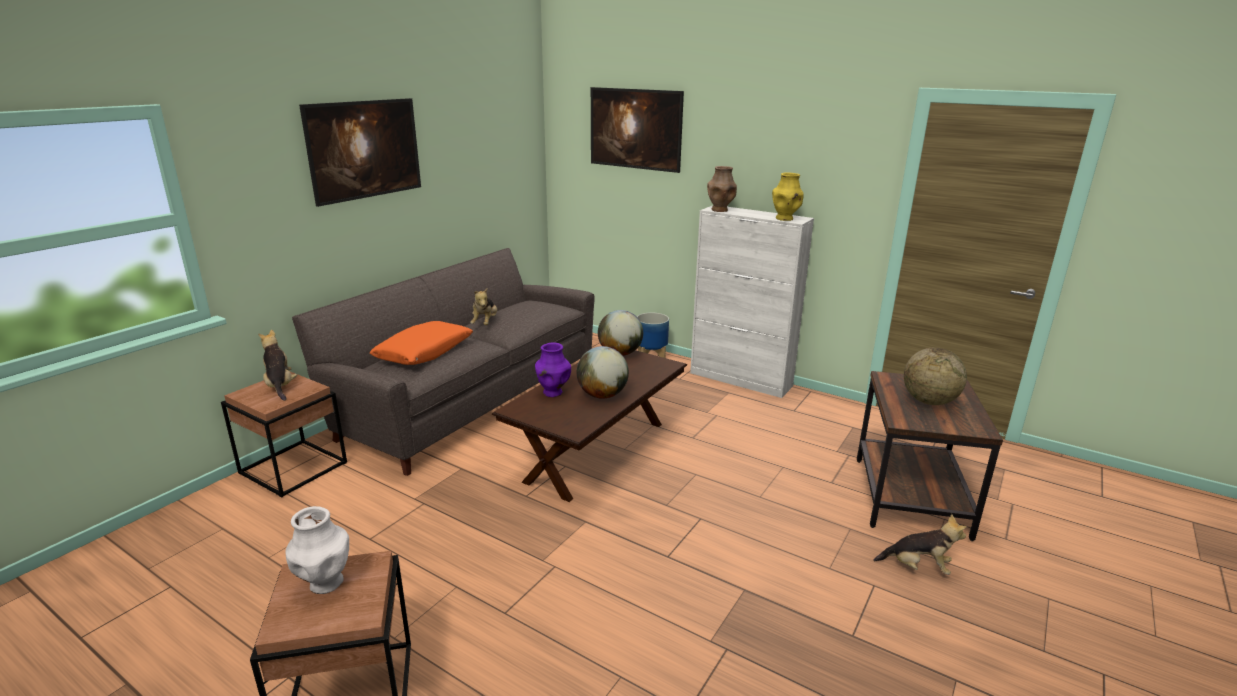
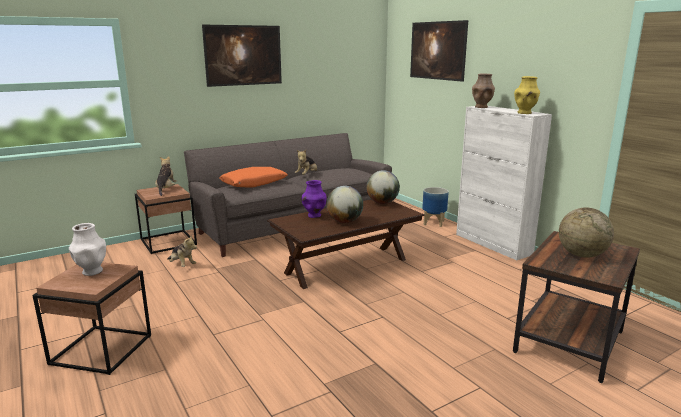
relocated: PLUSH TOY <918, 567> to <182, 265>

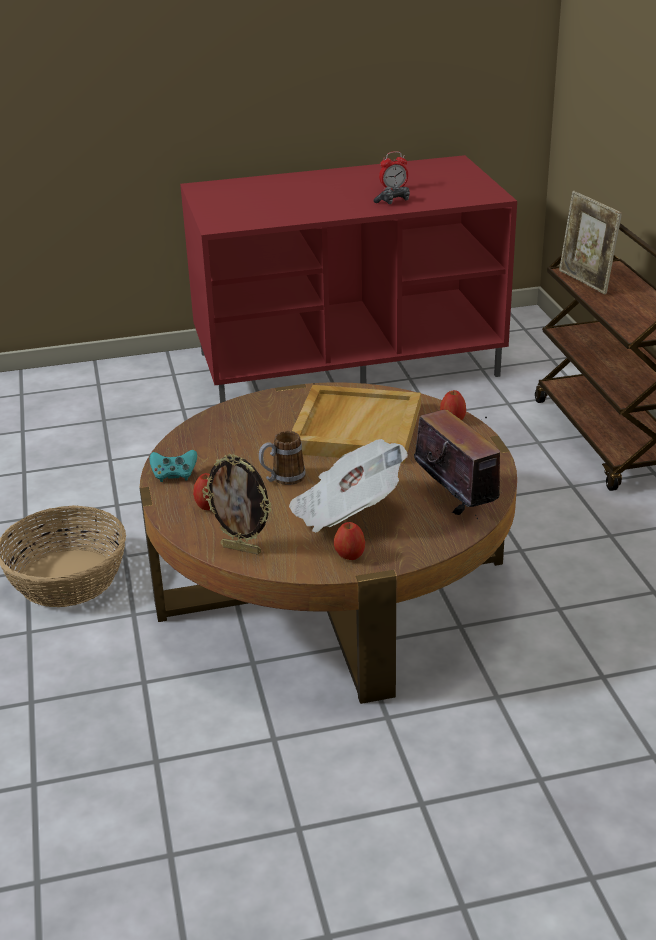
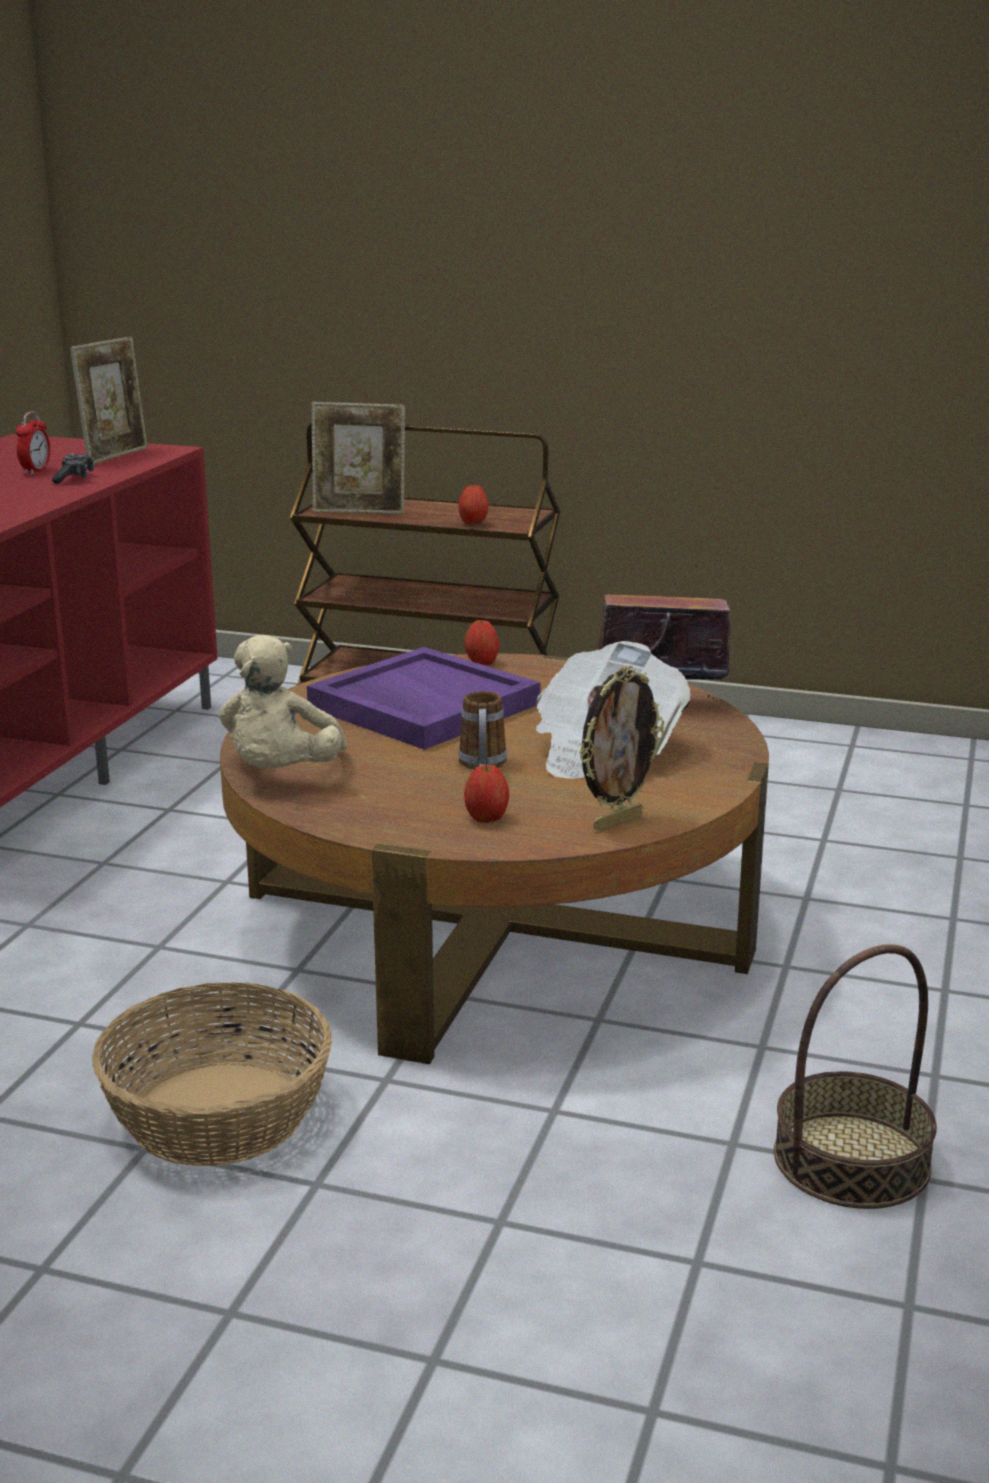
missing: BLUE-GREEN JOYPAD <174, 475>
appeared: STANDING FRAME <115, 456>; BEIGE-COLOURED PLUSH TOY <281, 775>; BASKET <851, 1160>
relocated: APPLE <349, 556> to <473, 522>
colour: BEIGE-COLOURED SERVING TRAY <355, 428> to PURPLISH SERVING TRAY <421, 705>

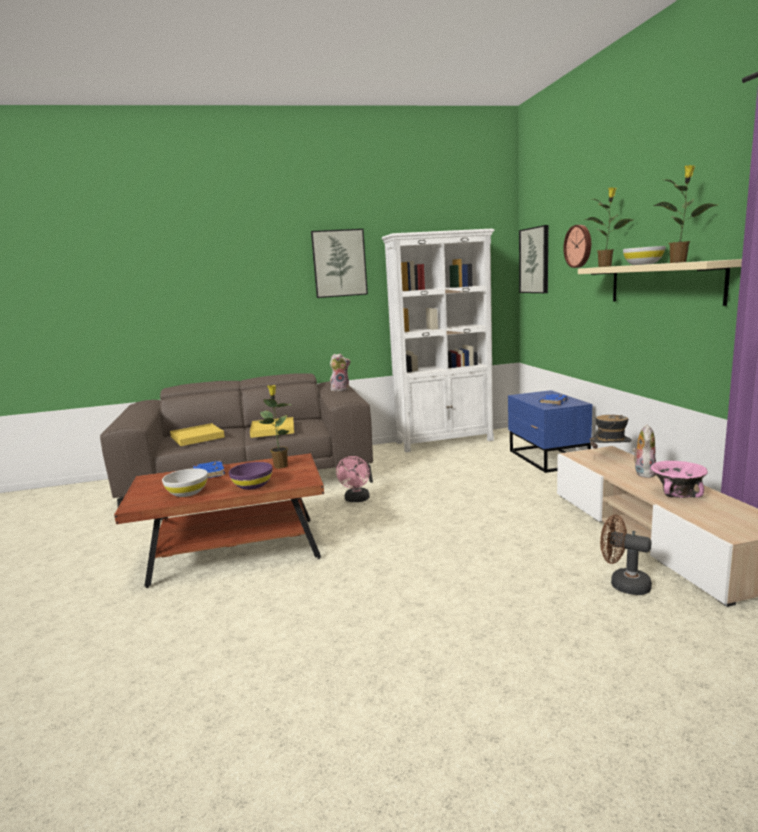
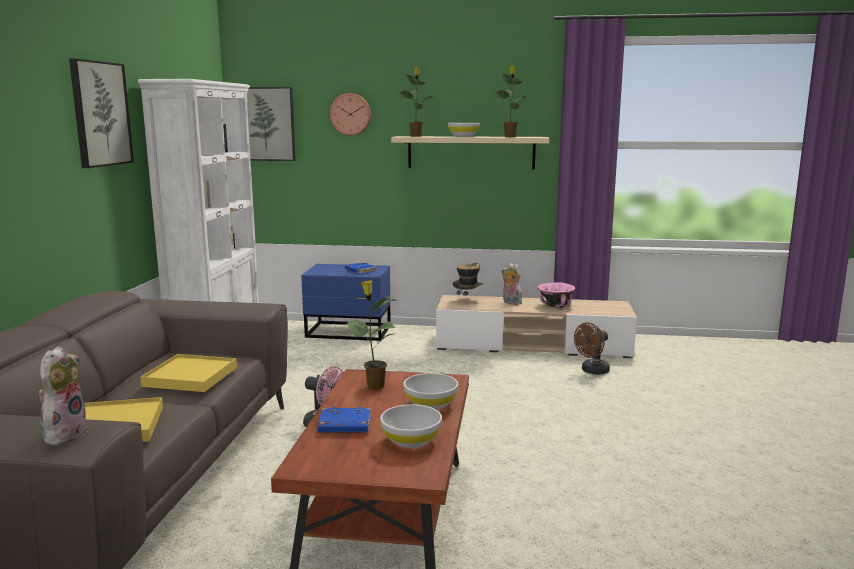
relocated: PLUSH TOY <340, 389> to <64, 434>
colour: PURPLISH DEEP DISH <252, 485> to WHITE-COLOURED DEEP DISH <431, 404>

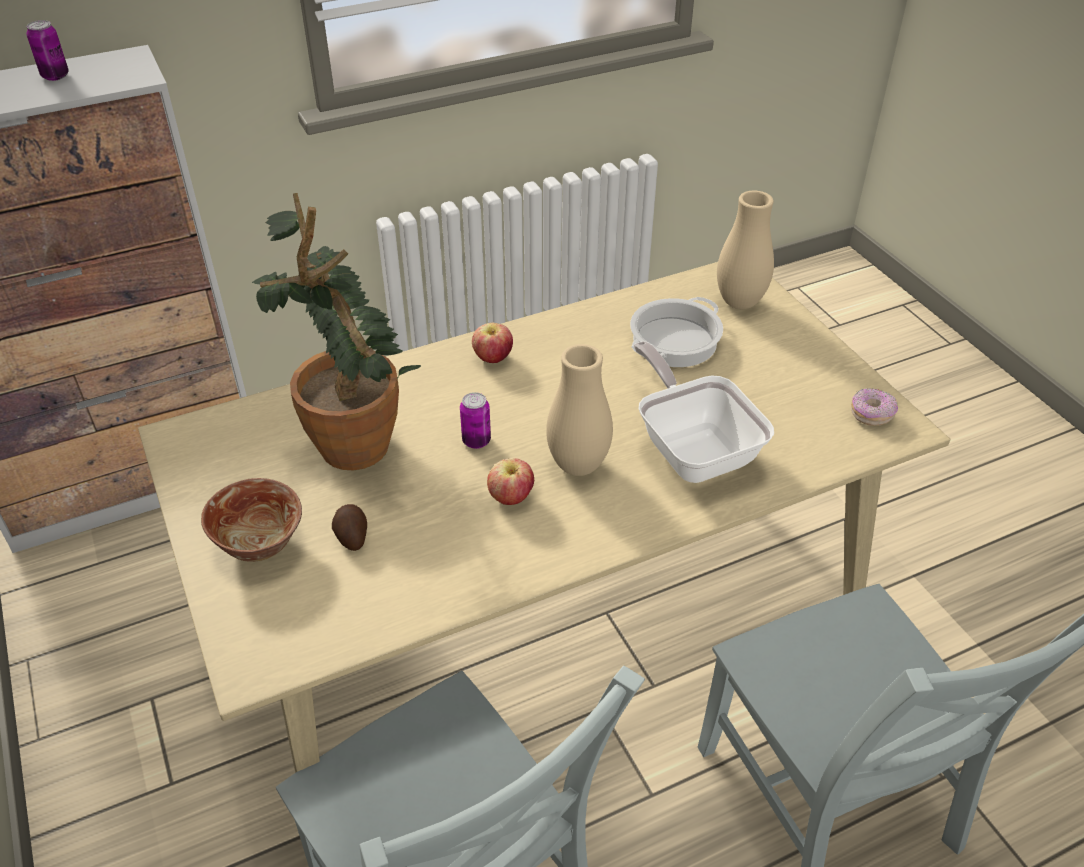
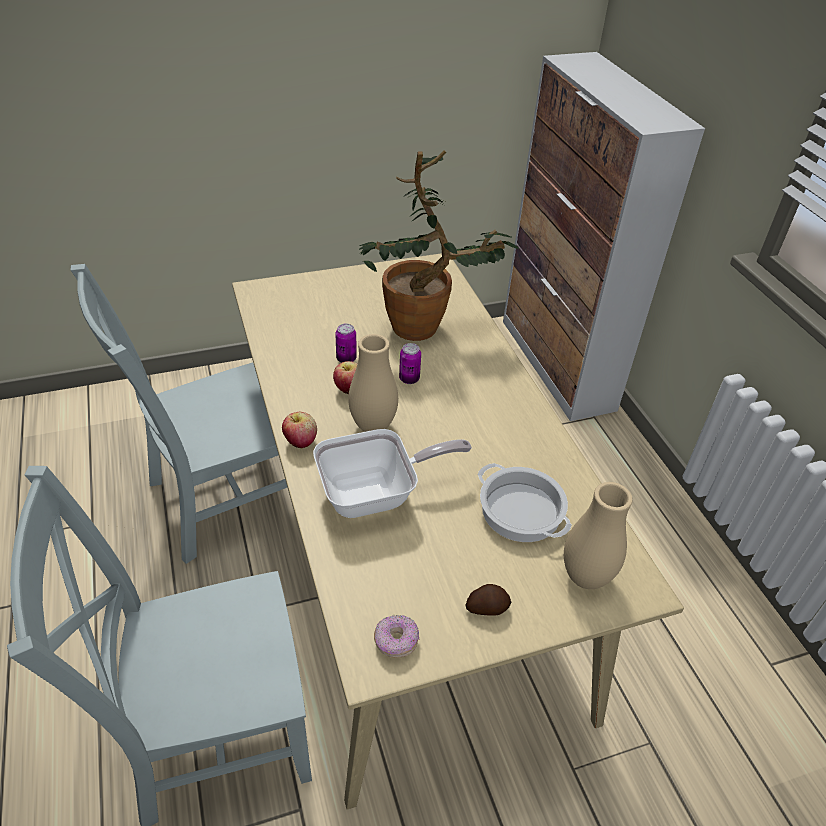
missing: DEEP DISH <260, 545>
relocated: CAN <55, 76> to <346, 359>; POTATO <351, 536> to <487, 607>; APPLE <493, 358> to <300, 442>

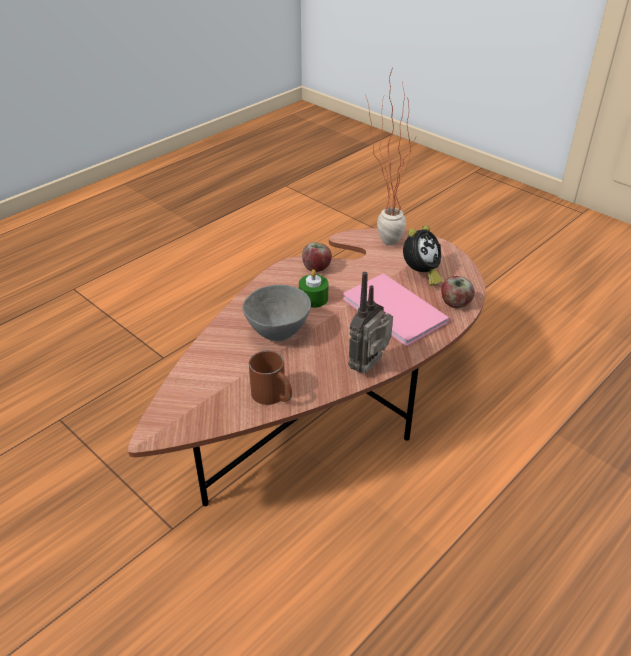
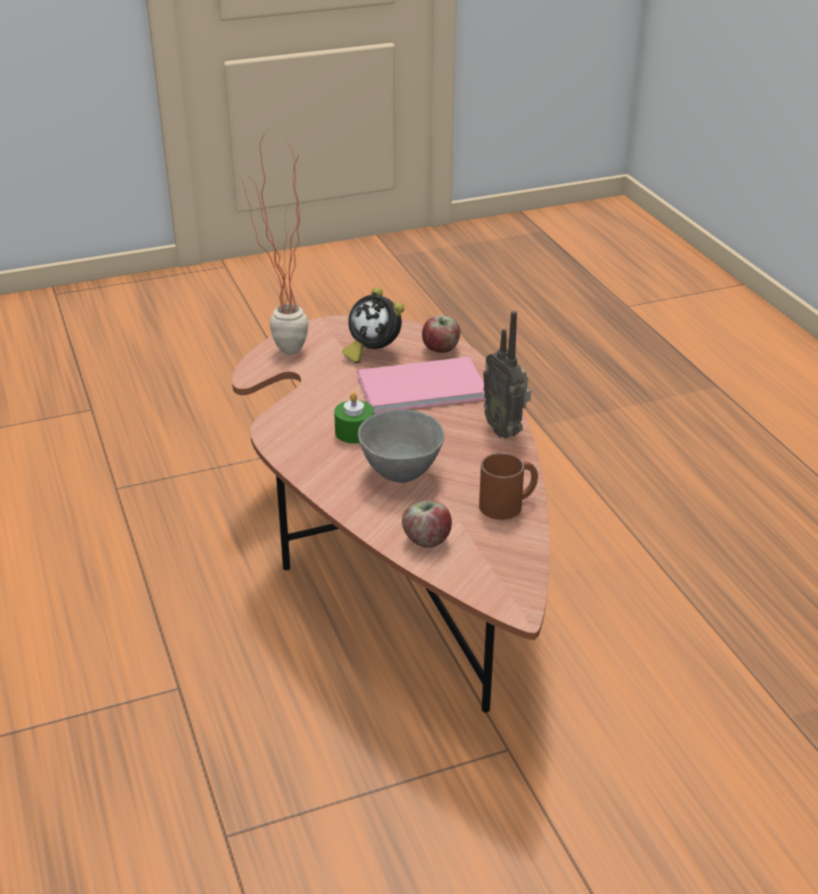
relocated: APPLE <316, 268> to <427, 539>
spun: TABLE CLOCK <420, 275> = <373, 352> 150 degrees clockwise

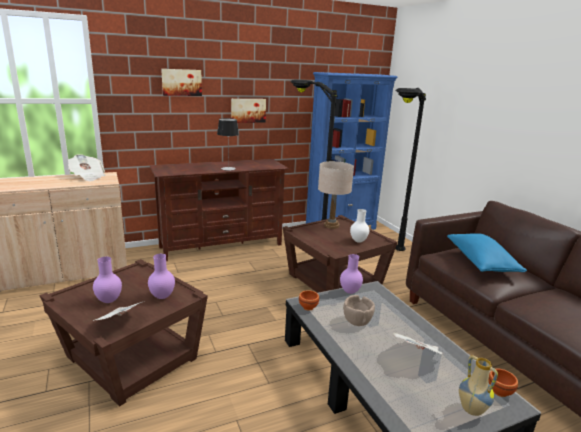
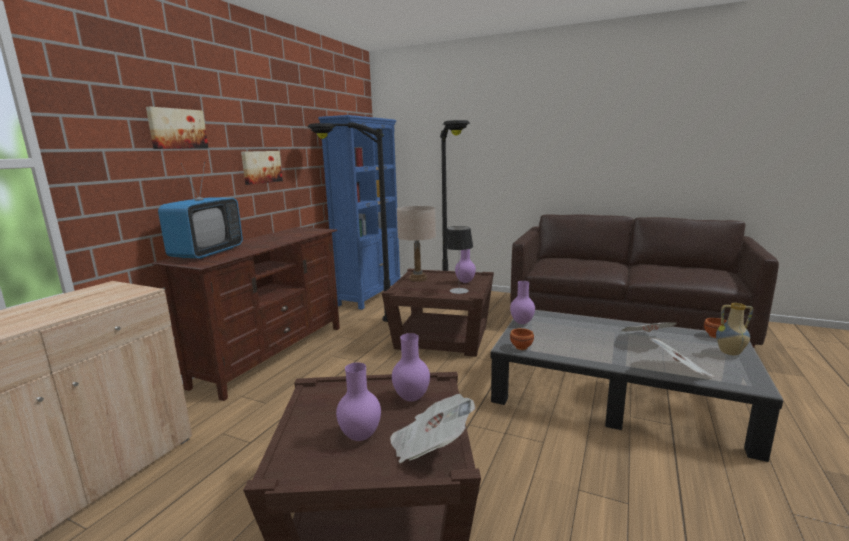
missing: BROWN-COLOURED DEEP DISH <357, 321>; BLUISH THROW PILLOW <481, 262>
appeared: TELEVISION <207, 253>
relocated: DAILY PAPER <88, 177> to <679, 371>; LAMP FOR A TABLE <228, 168> to <459, 291>
colour: WHITE-COLOURED DECORATIVE VASE <359, 241> to PURPLISH DECORATIVE VASE <465, 282>

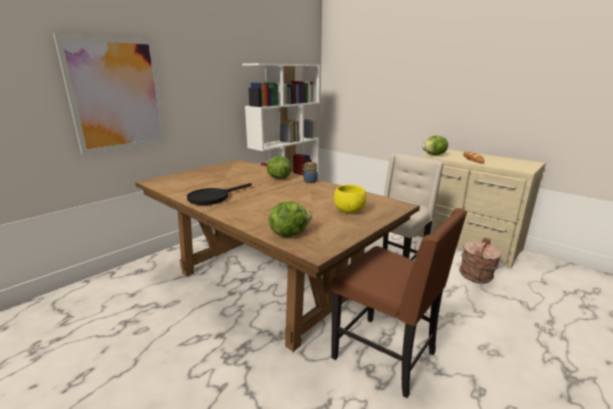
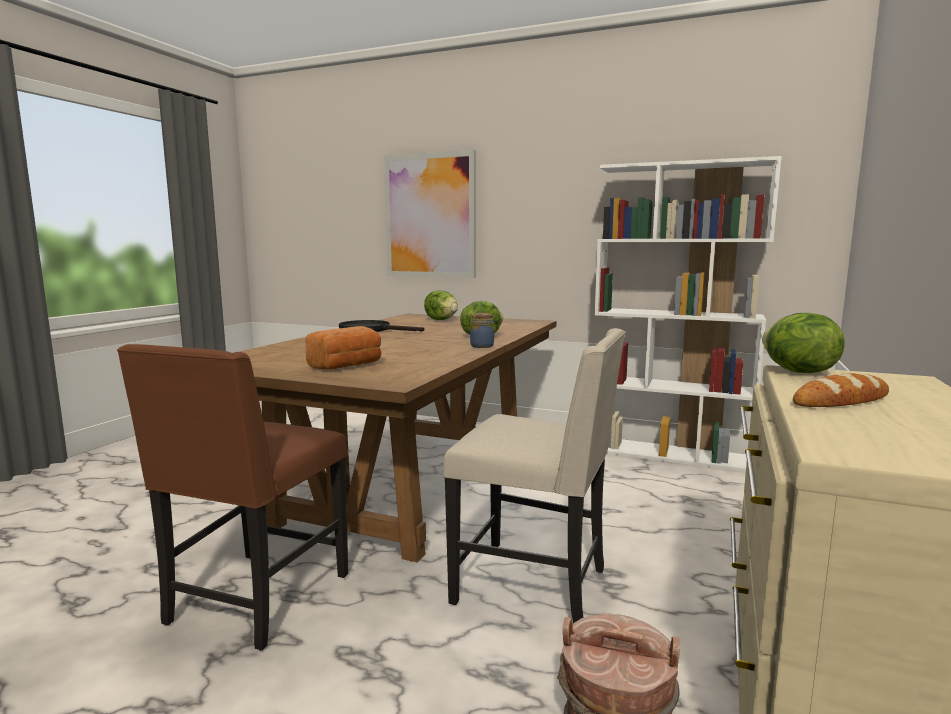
relocated: HEAD OF LETTUCE <289, 233> to <442, 320>
exchanged: YELLOWISH DEEP DISH <349, 211> to BREAD <347, 366>

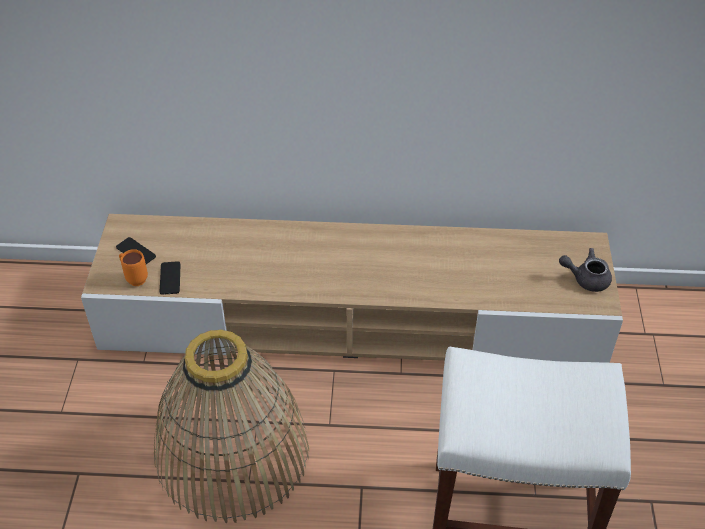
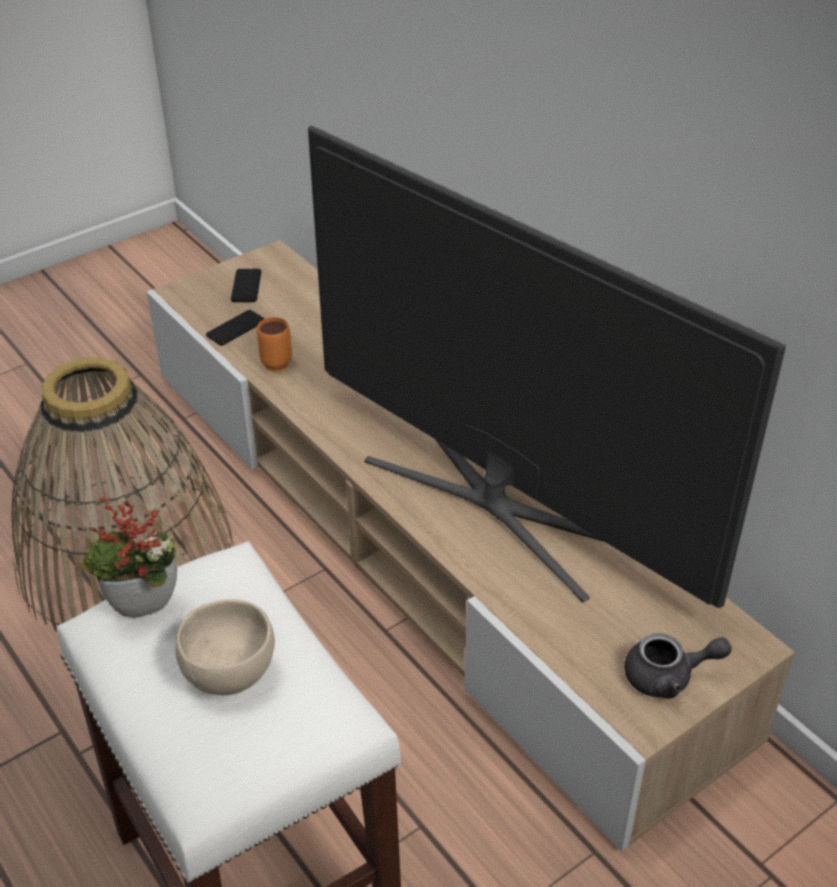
appeared: HOUSEPLANT <143, 614>; BEIGE-COLOURED DEEP DISH <227, 672>; TELEVISION <500, 502>
relocated: ORANGE COFFEE MUG <134, 278> to <277, 361>
spun: GRAY TEAPOT <586, 279> = <668, 677> 120 degrees clockwise

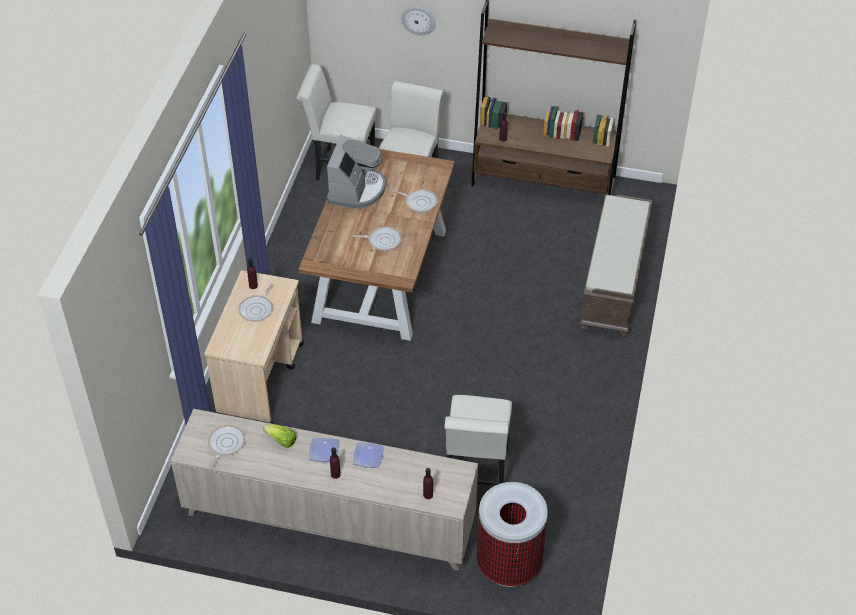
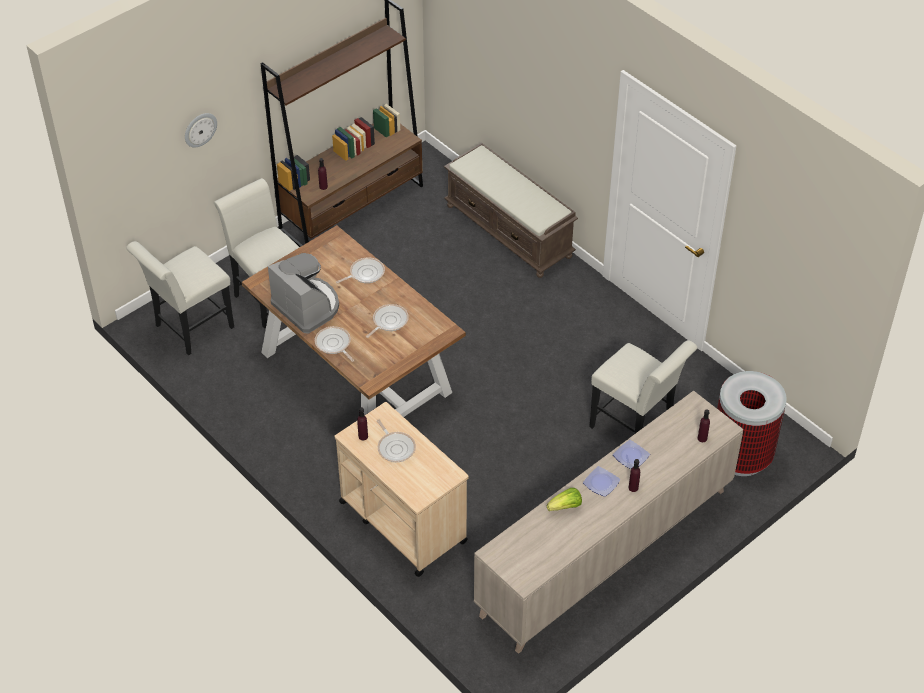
relocated: SKILLET <225, 444> to <334, 344>

